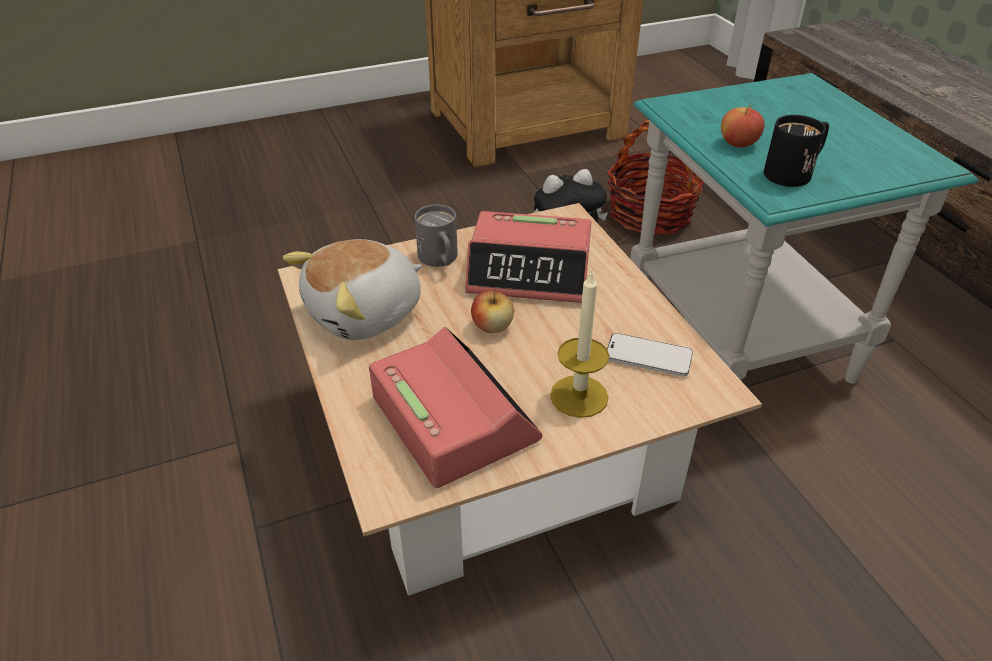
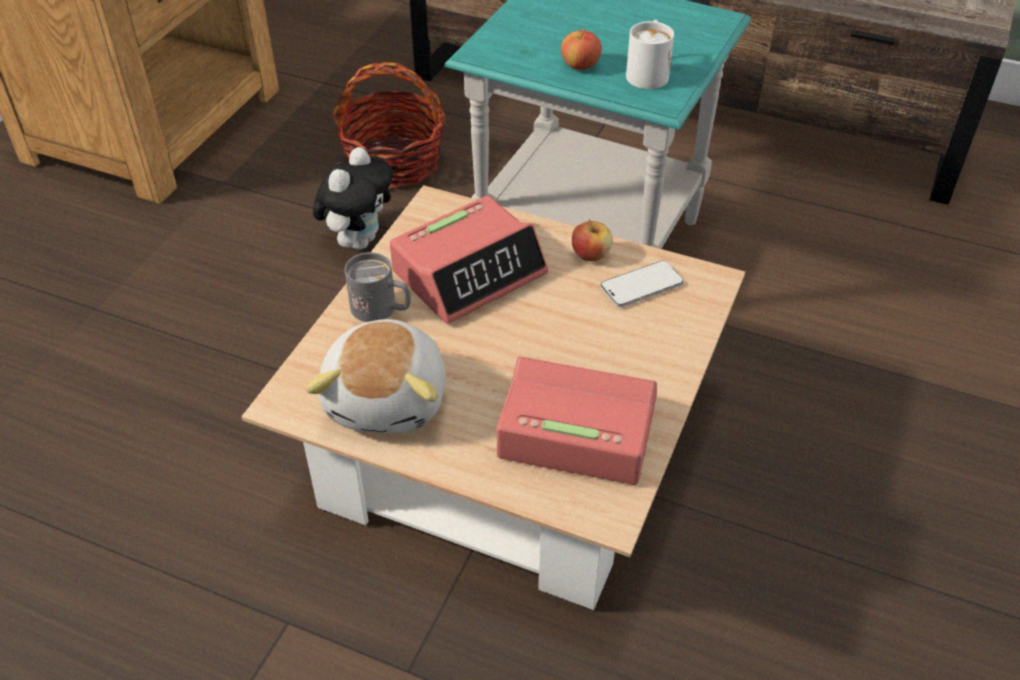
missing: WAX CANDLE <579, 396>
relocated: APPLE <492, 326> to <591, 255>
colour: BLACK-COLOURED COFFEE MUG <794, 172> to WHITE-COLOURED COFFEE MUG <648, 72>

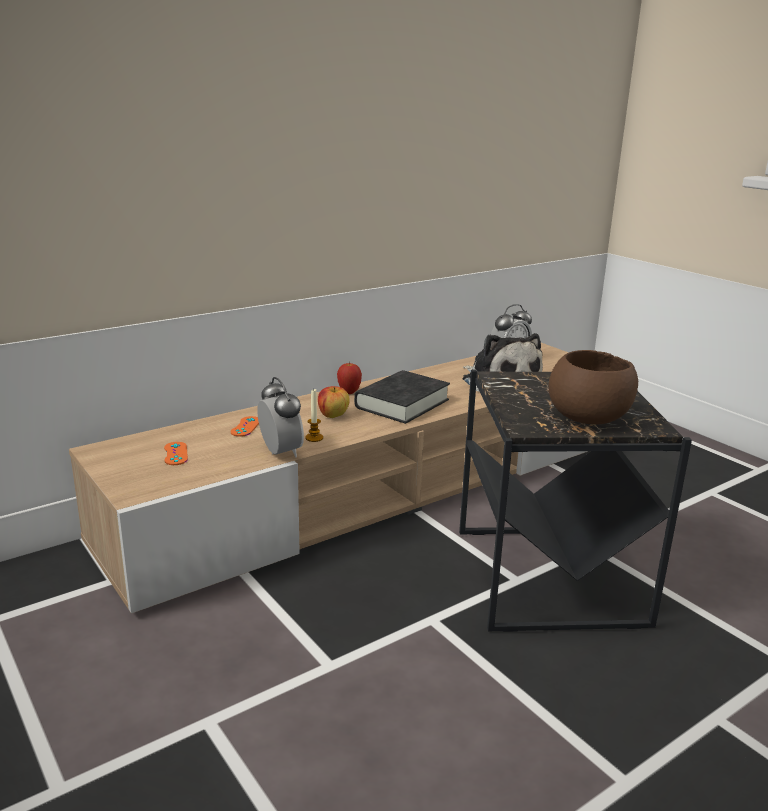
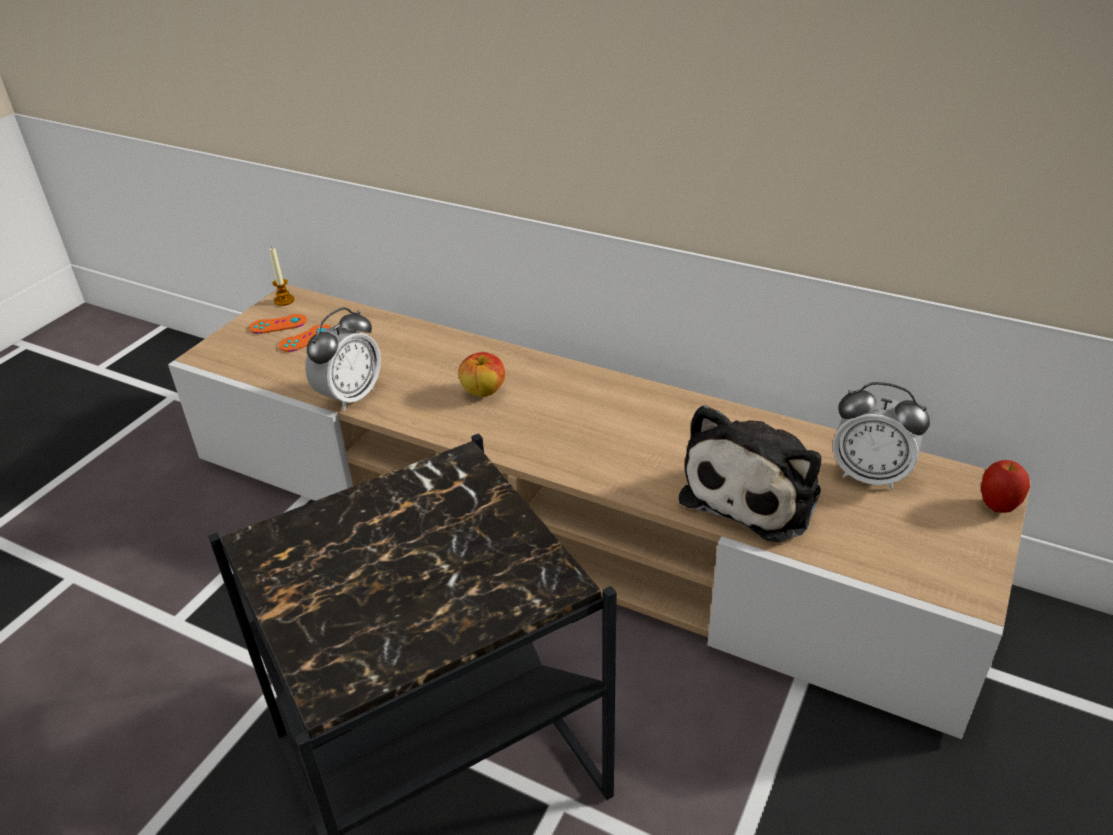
missing: BLACK-COLOURED BOUND BOOK <402, 403>; BROWN-COLOURED DEEP DISH <589, 418>
relocated: ORANGE JOYPAD <245, 426> to <278, 324>; WAX CANDLE <314, 438> to <284, 300>; APPLE <349, 392> to <997, 507>

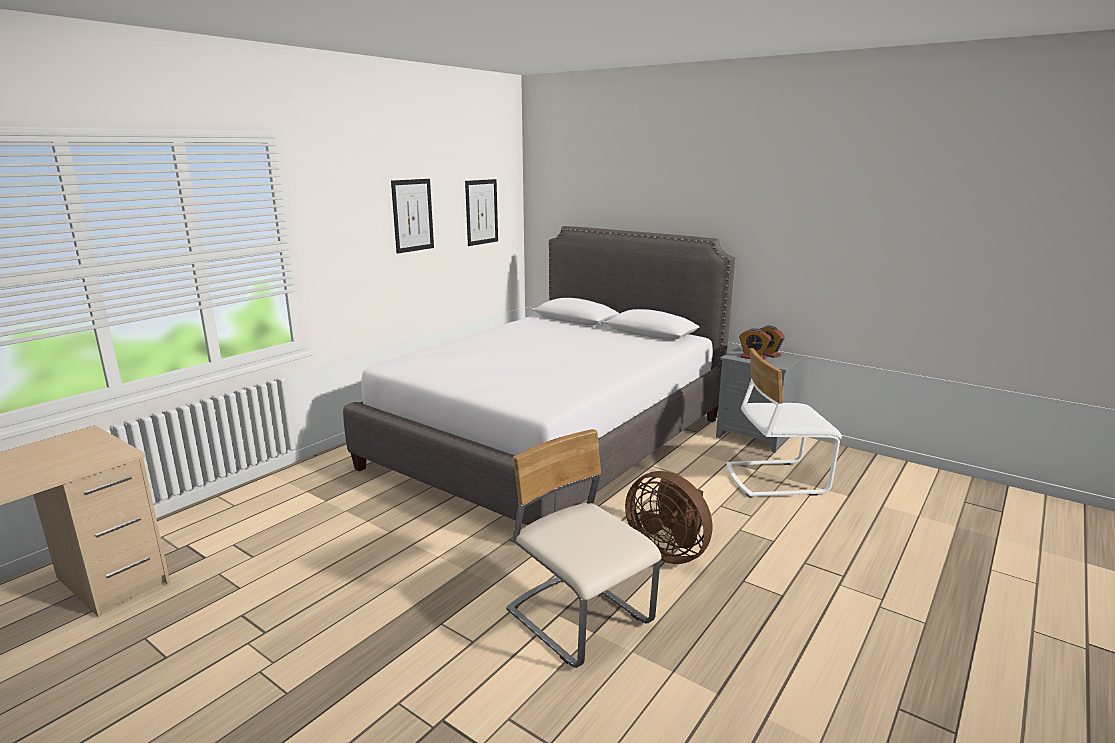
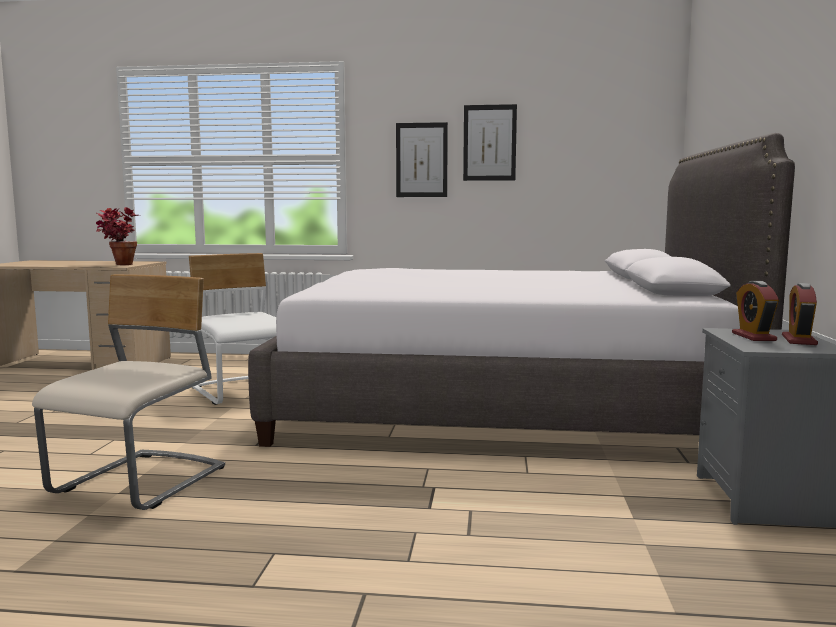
missing: BROWN-COLOURED COOLING FAN <668, 551>
appeared: HOUSEPLANT <118, 265>
relocated: WALL ART <481, 212> to <421, 160>; WHITE-COLOURED CHAIR <775, 479> to <242, 392>

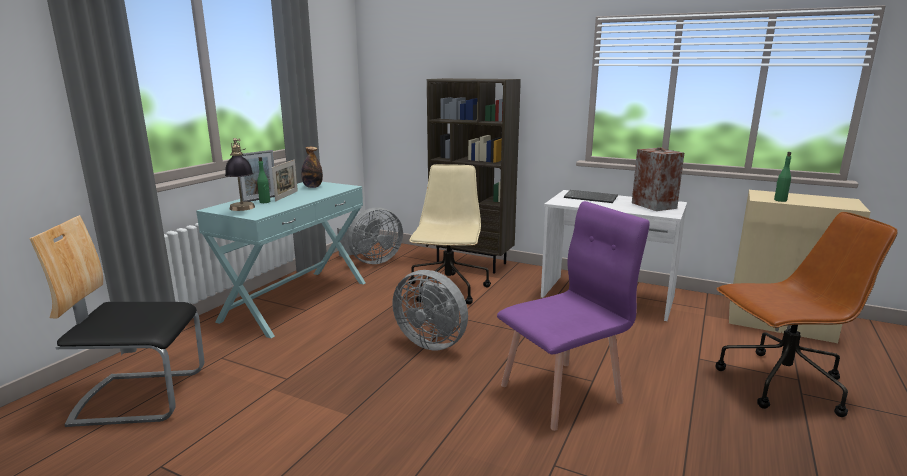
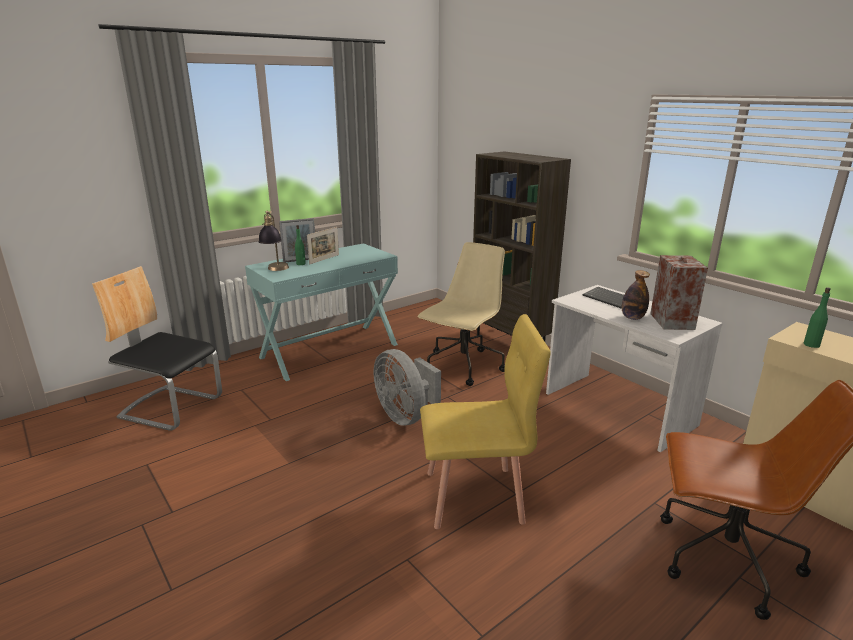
missing: GRAY COOLING FAN <371, 261>
relocated: BEVERAGE BOTTLE <312, 187> to <632, 317>
colour: PURPLISH CHAIR <562, 393> to YELLOWISH CHAIR <475, 497>

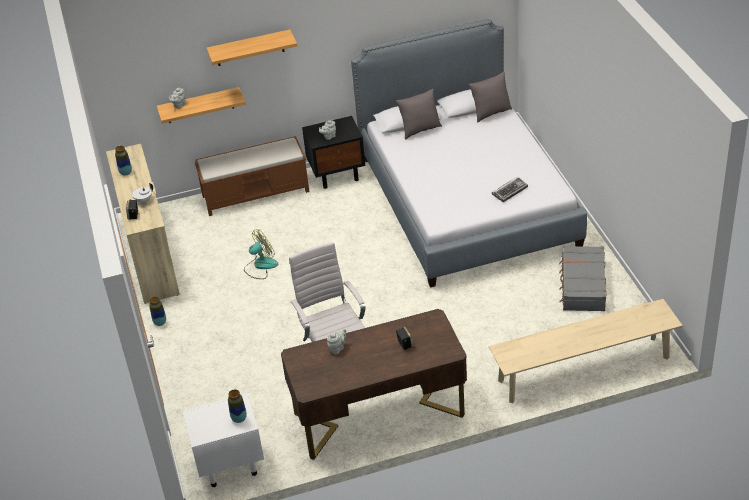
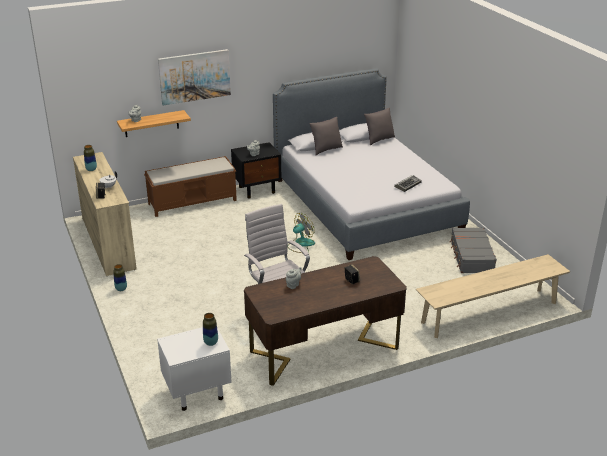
relocated: COOLING FAN <260, 266> to <300, 244>
exchanged: SHELF <250, 48> to WALL ART <194, 76>

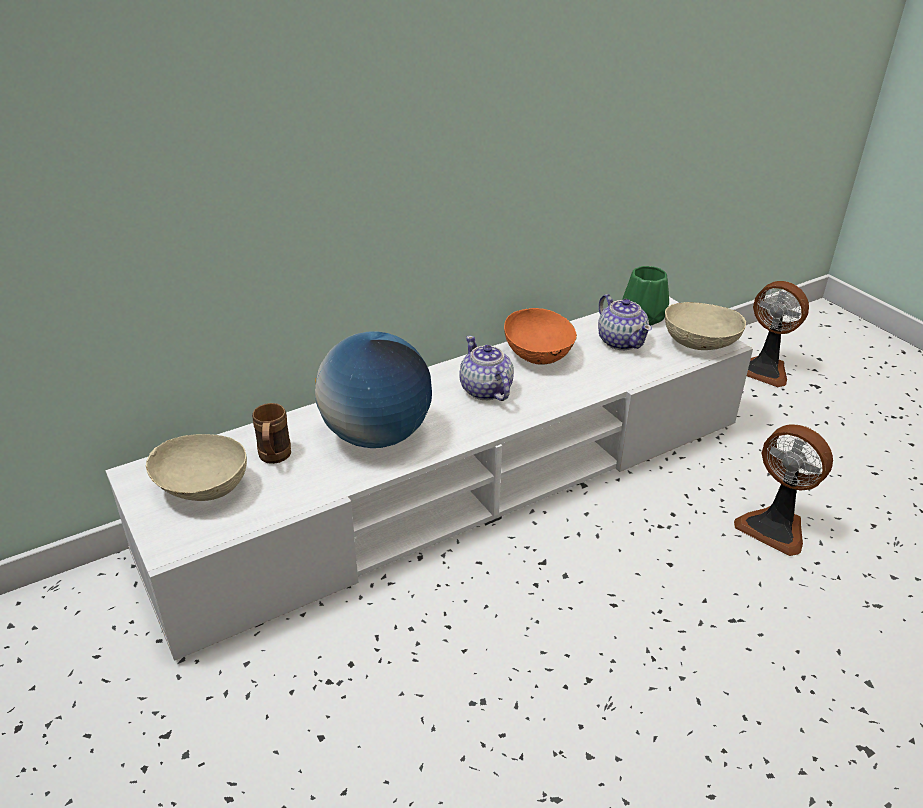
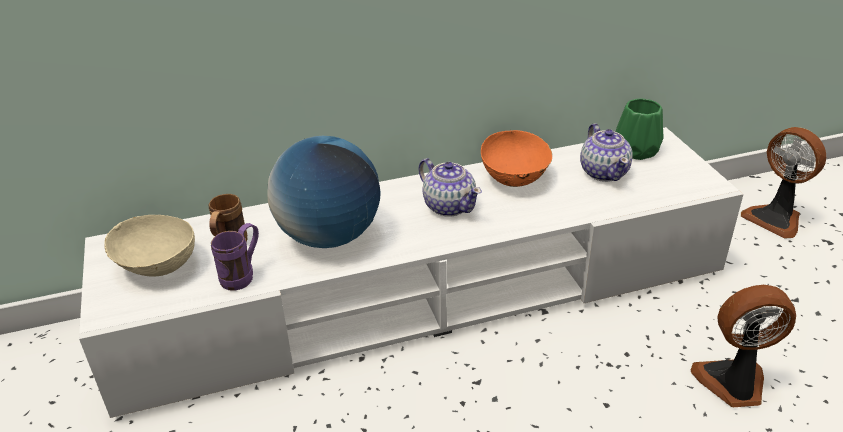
missing: BEIGE-COLOURED DEEP DISH <700, 343>
appeared: PURPLISH COFFEE MUG <243, 275>
spun: TEAPOT <485, 390> = <449, 206> 150 degrees clockwise; COOLING FAN <774, 527> = <733, 384> 120 degrees clockwise

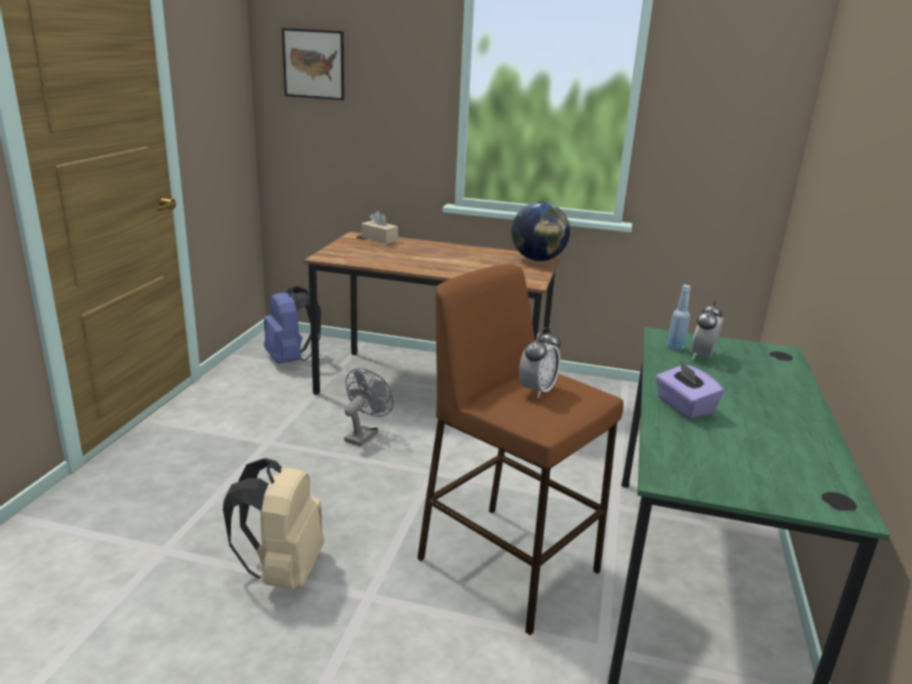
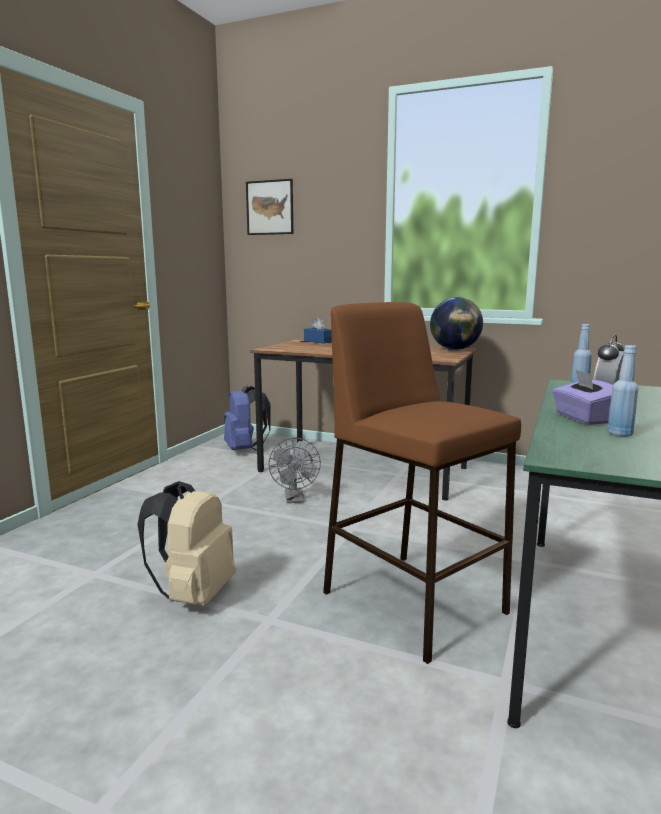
missing: TABLE CLOCK <537, 390>
appeared: BLUISH BEVERAGE BOTTLE <619, 434>
colour: BEIGE-COLOURED BOX OF TISSUES <379, 239> to BLUISH BOX OF TISSUES <319, 341>
spun: GRAY COOLING FAN <364, 434> = <295, 499> 135 degrees clockwise

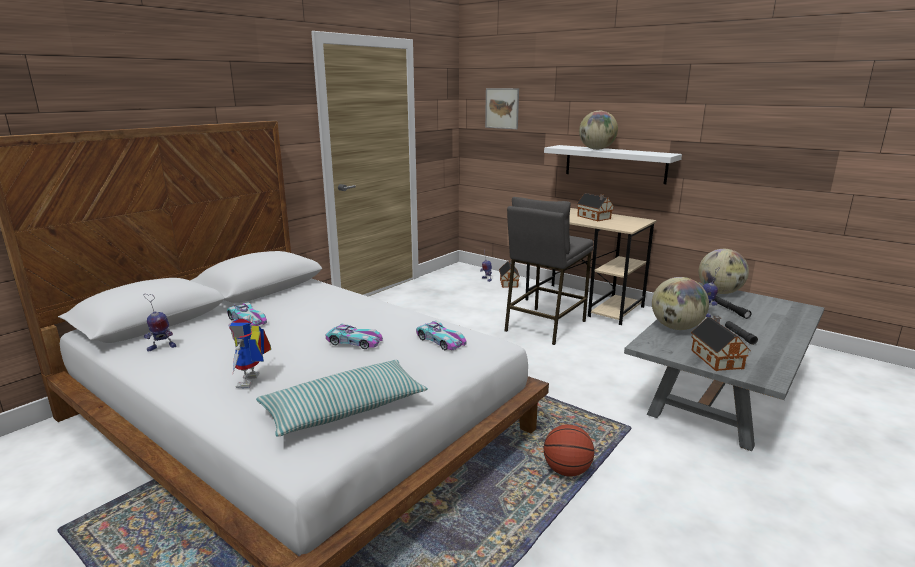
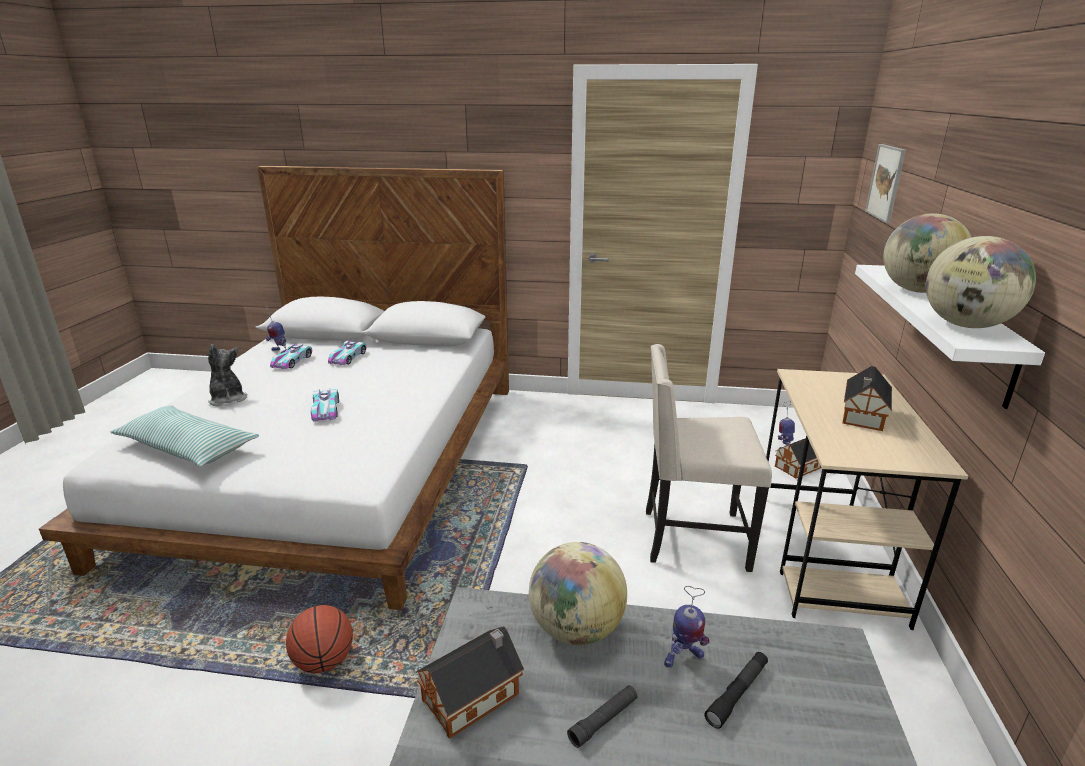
relocated: TOY CAR <441, 341> to <292, 361>; DESK GLOBE <719, 292> to <966, 325>
exchanged: TOY ROBOT <252, 382> to PLUSH TOY <227, 399>; GRAY STOOL SEAT <544, 325> to BEIGE-COLOURED CHAIR <692, 539>

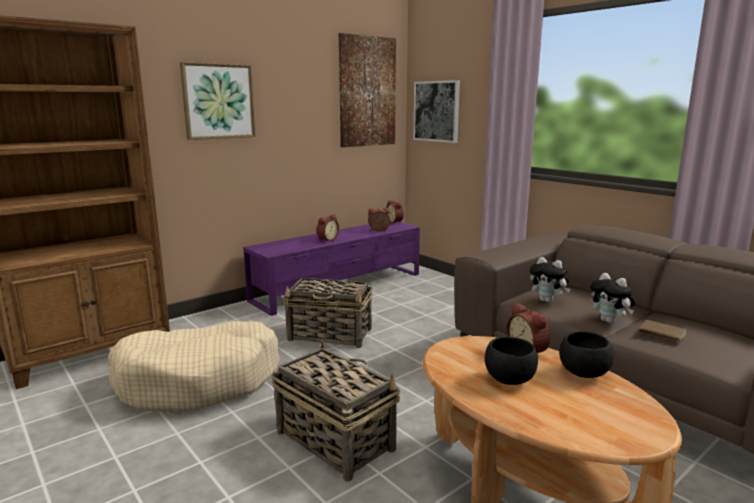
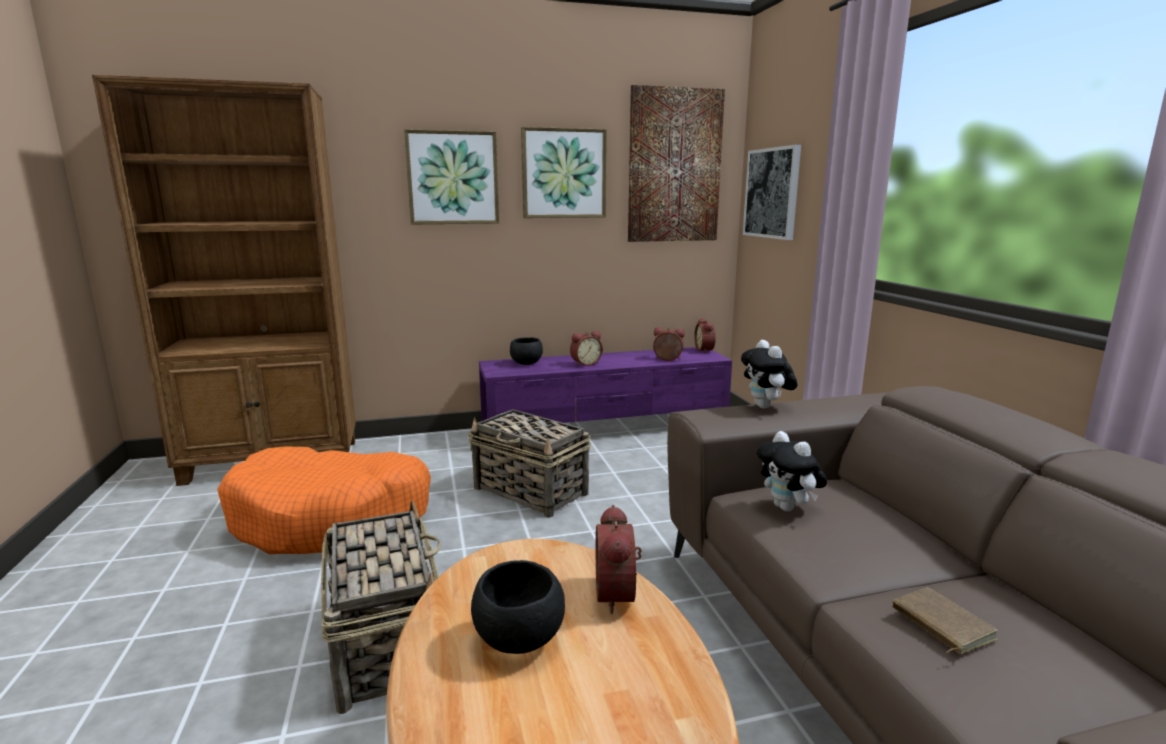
appeared: WALL ART <563, 173>
relocated: BLACK-COLOURED DEEP DISH <583, 374> to <526, 364>; PLUSH TOY <610, 321> to <766, 407>
colour: BEIGE-COLOURED DOG BED <199, 381> to ORANGE DOG BED <332, 518>

